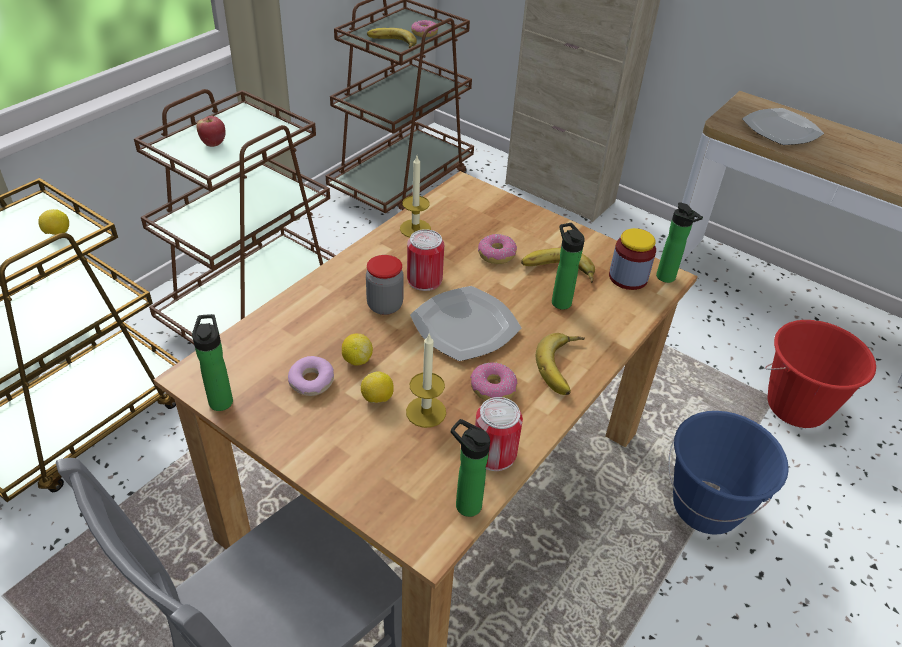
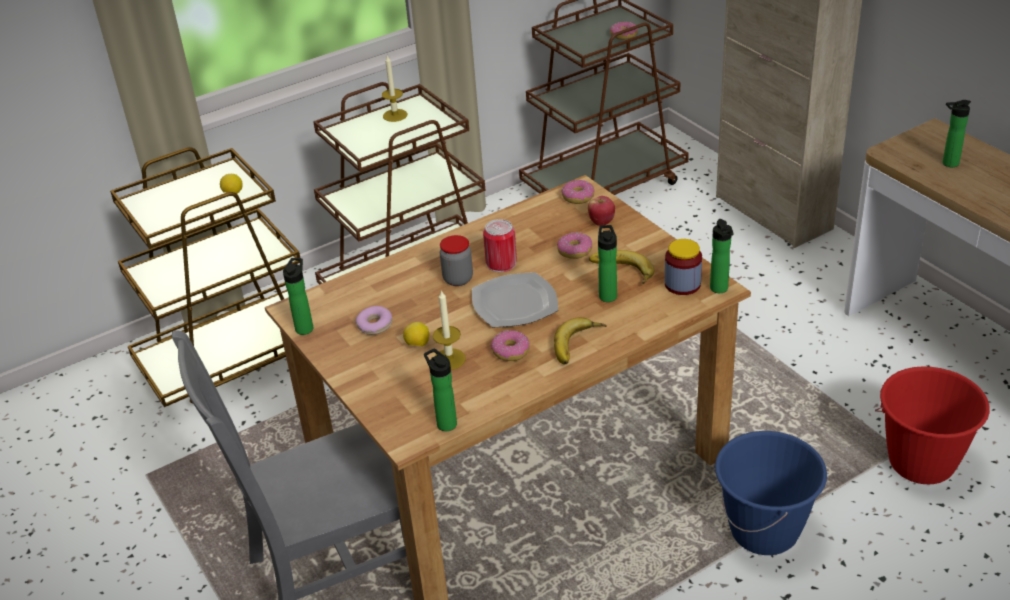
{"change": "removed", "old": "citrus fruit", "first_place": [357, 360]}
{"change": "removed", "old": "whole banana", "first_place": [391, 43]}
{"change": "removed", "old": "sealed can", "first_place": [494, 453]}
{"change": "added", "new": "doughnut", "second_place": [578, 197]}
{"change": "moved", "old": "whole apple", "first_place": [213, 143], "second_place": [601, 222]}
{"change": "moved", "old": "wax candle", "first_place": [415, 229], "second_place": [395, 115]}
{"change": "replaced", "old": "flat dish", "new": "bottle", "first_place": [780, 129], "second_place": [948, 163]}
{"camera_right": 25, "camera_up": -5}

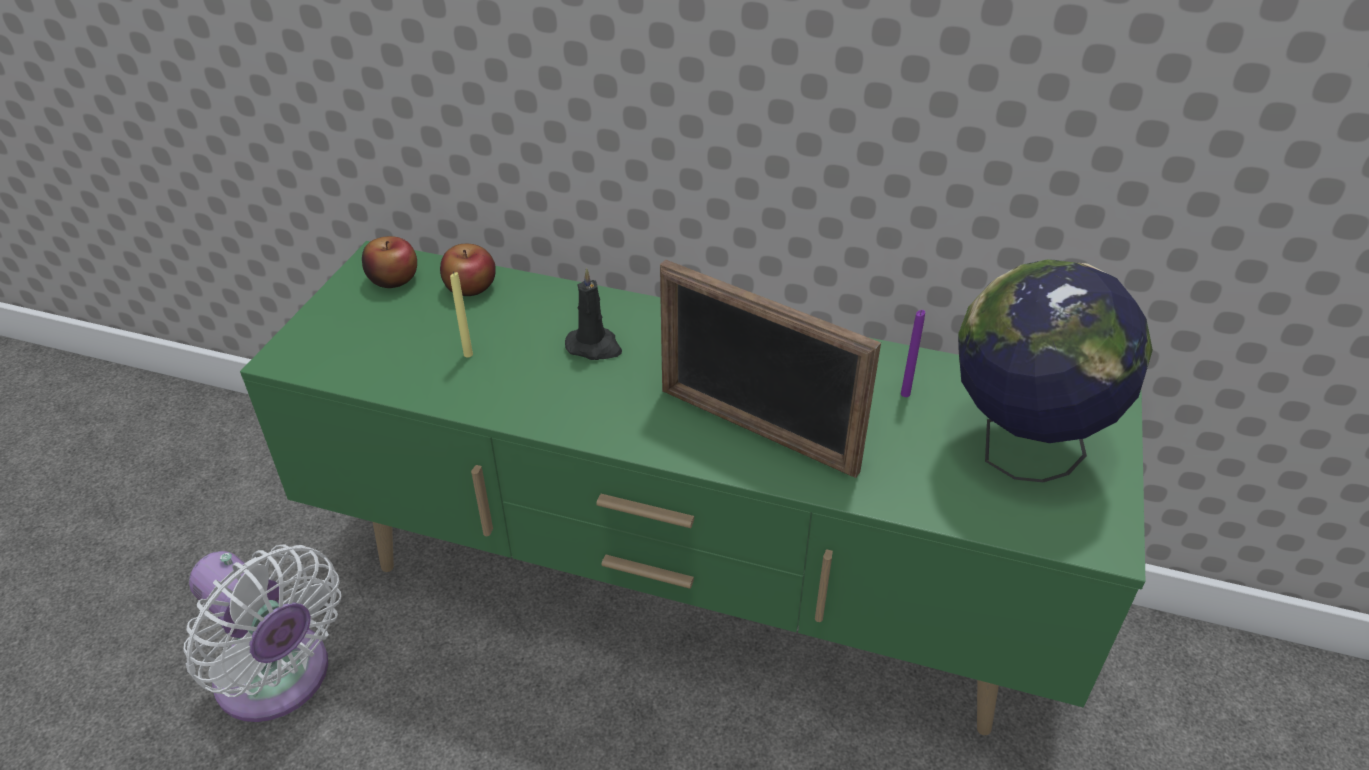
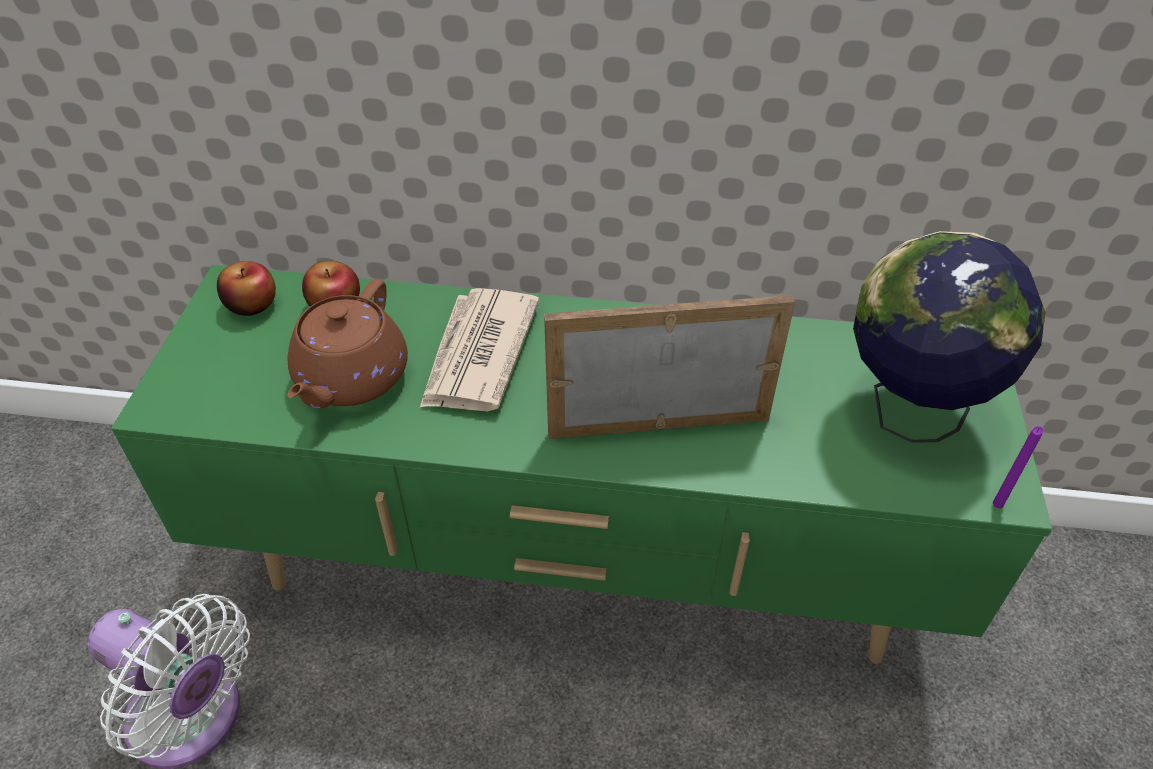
{"change": "moved", "old": "wax candle (purple)", "first_place": [905, 394], "second_place": [998, 504]}
{"change": "replaced", "old": "wax candle (yellowish)", "new": "teapot (brown-coloured)", "first_place": [468, 354], "second_place": [350, 379]}
{"change": "replaced", "old": "wax candle (black-coloured)", "new": "printed paper", "first_place": [594, 347], "second_place": [478, 354]}
{"change": "turned", "old": "standing frame", "first_place": [756, 430], "second_place": [658, 424], "degrees": 150}
{"camera_right": -10, "camera_up": 5}

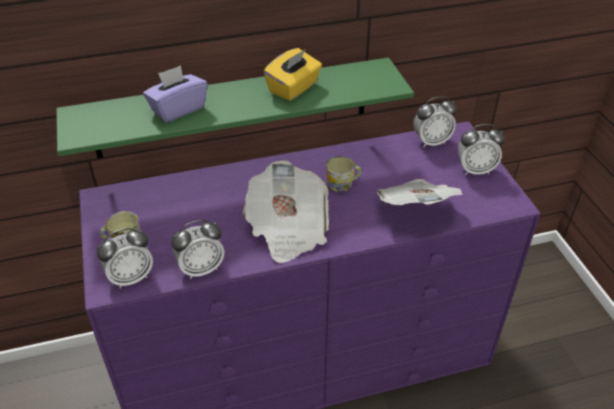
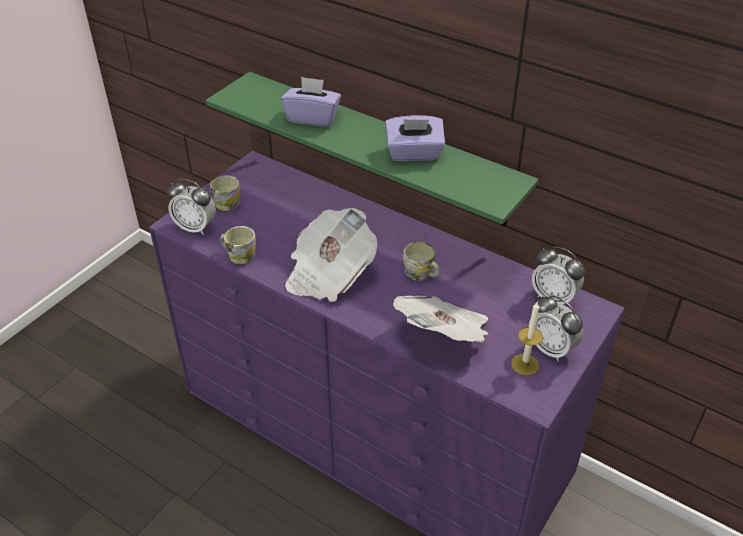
{"change": "added", "new": "wax candle", "second_place": [525, 364]}
{"change": "replaced", "old": "bedside clock", "new": "tea mug", "first_place": [201, 269], "second_place": [238, 254]}
{"change": "recoloured", "old": "tissue box (yellowish)", "new": "tissue box (purple)", "first_place": [293, 88], "second_place": [414, 154]}
{"camera_right": 50, "camera_up": 0}

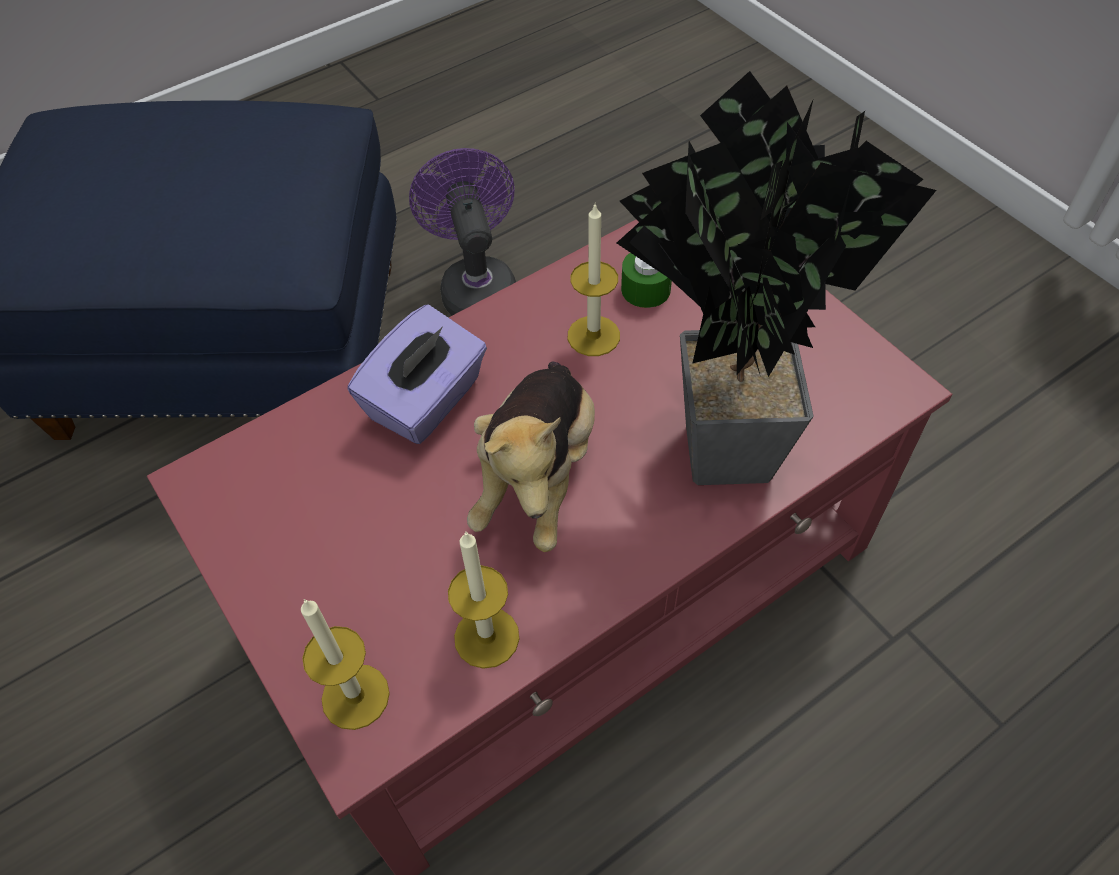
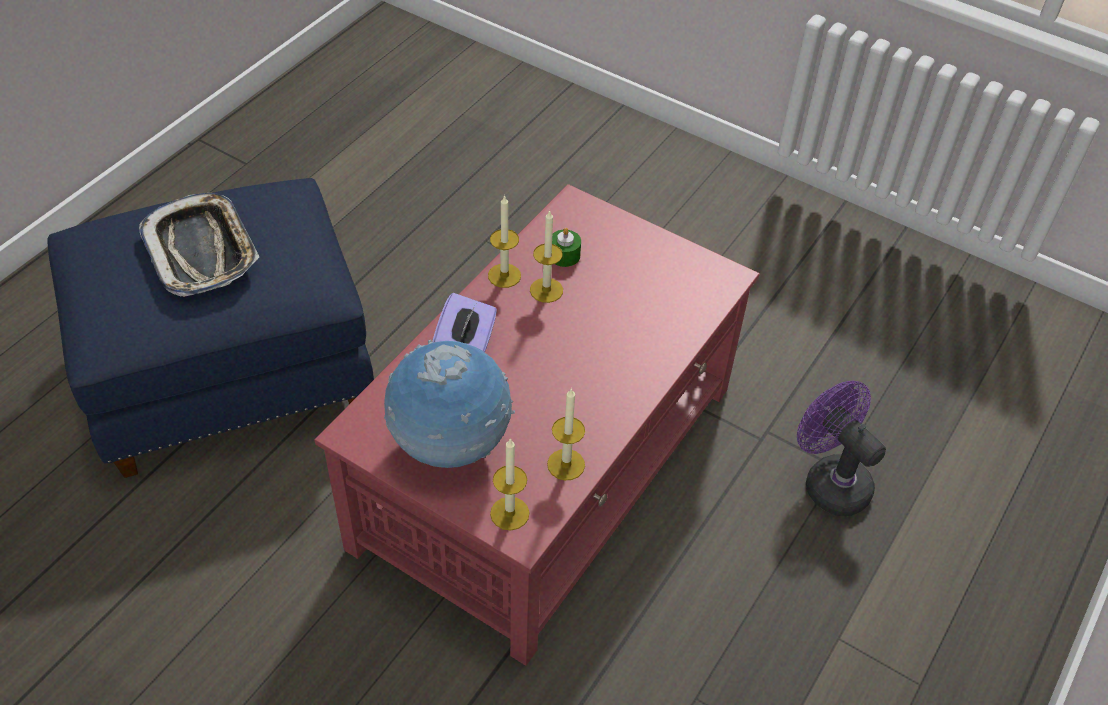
{"change": "removed", "old": "soft toy", "first_place": [537, 476]}
{"change": "removed", "old": "plant in a pot", "first_place": [710, 445]}
{"change": "added", "new": "tray", "second_place": [202, 250]}
{"change": "added", "new": "globe", "second_place": [450, 446]}
{"change": "added", "new": "wax candle", "second_place": [504, 275]}
{"change": "moved", "old": "fan (purple)", "first_place": [476, 285], "second_place": [829, 481]}
{"camera_right": -25, "camera_up": -5}

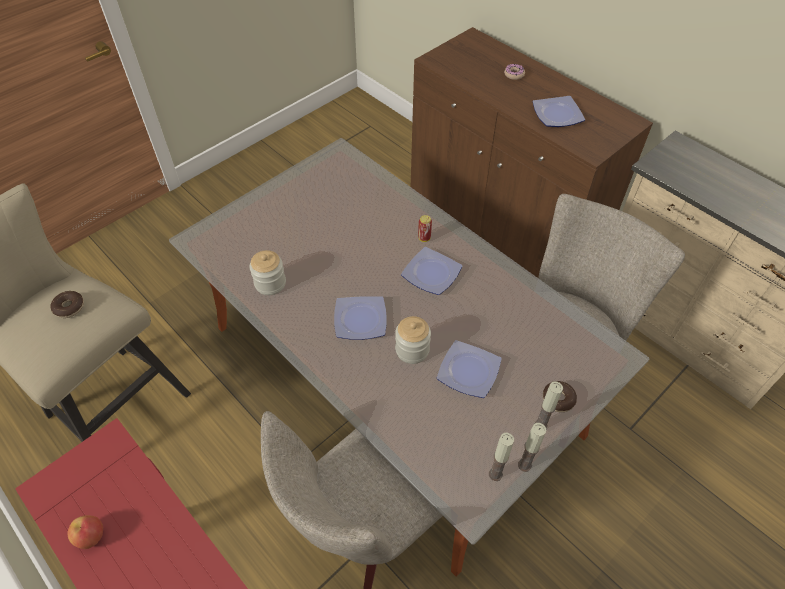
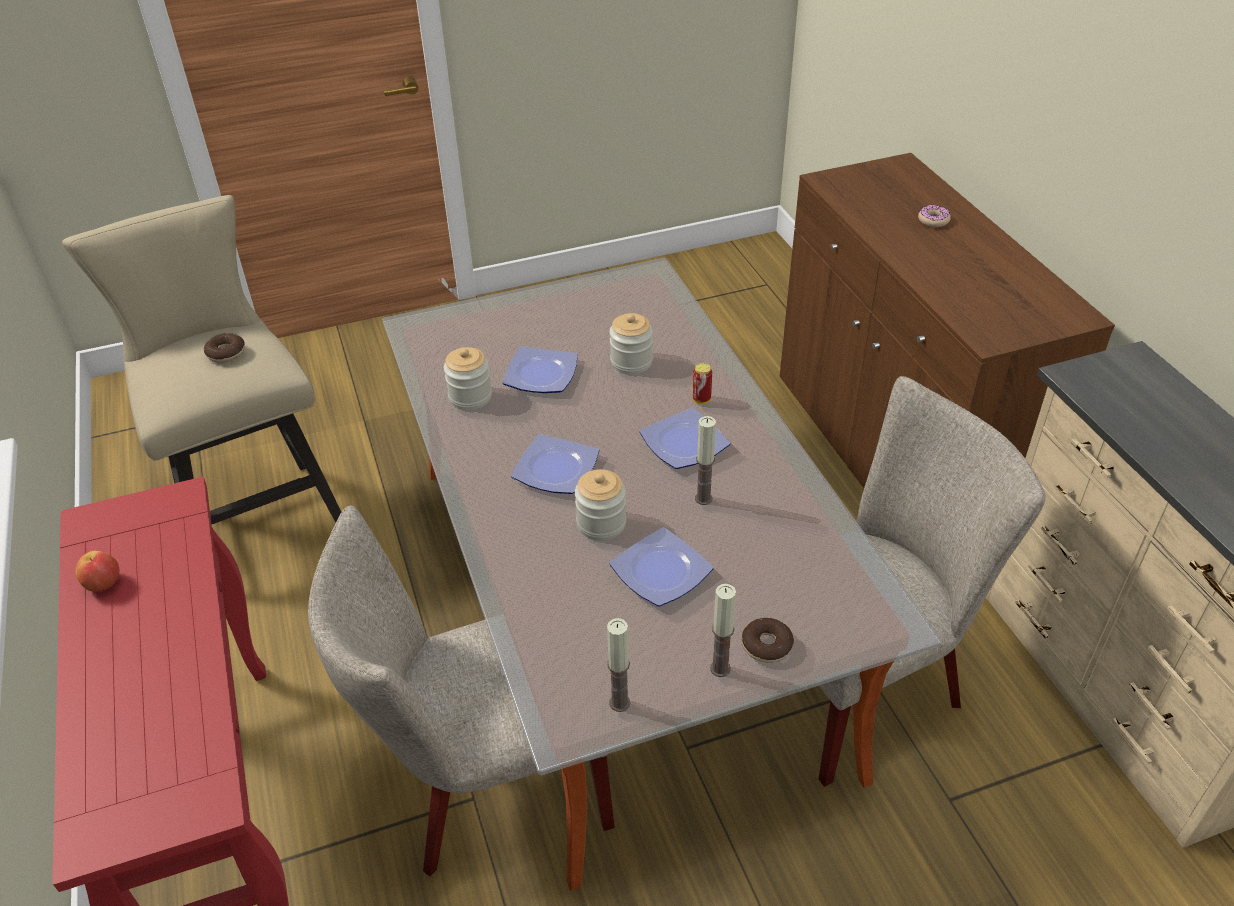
{"change": "added", "new": "jar", "second_place": [631, 362]}
{"change": "moved", "old": "wax candle", "first_place": [524, 465], "second_place": [703, 498]}
{"change": "moved", "old": "flat dish", "first_place": [557, 114], "second_place": [542, 374]}
{"camera_right": 25, "camera_up": -10}

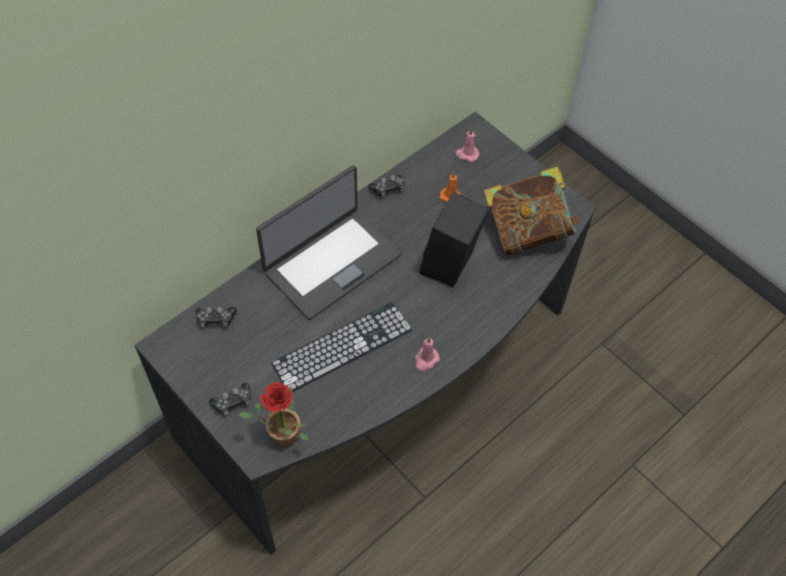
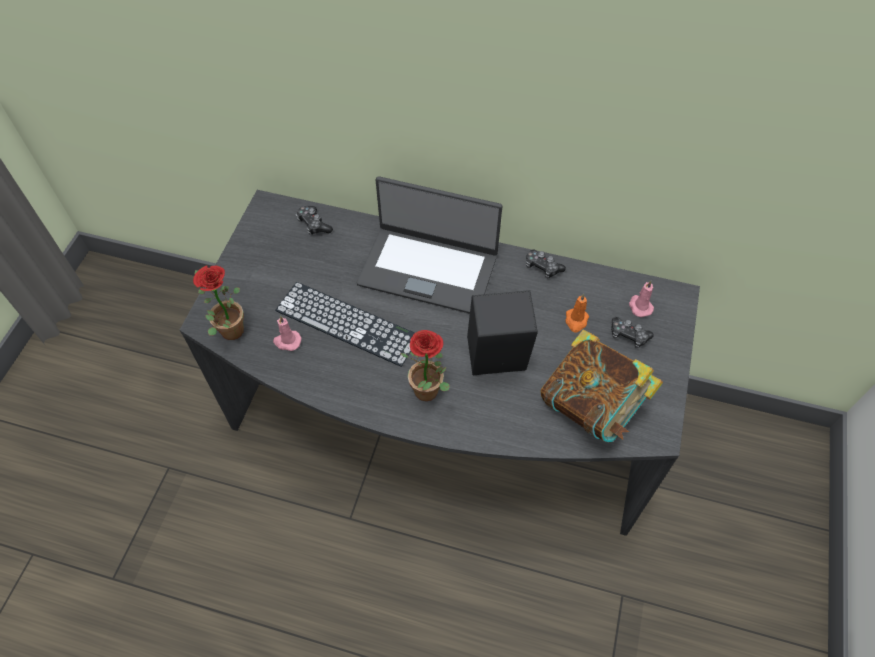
{"change": "added", "new": "plant in a pot", "second_place": [430, 394]}
{"change": "moved", "old": "gamepad", "first_place": [233, 402], "second_place": [628, 336]}
{"change": "moved", "old": "wax candle (pinkish)", "first_place": [426, 360], "second_place": [287, 341]}
{"camera_right": 60, "camera_up": 0}

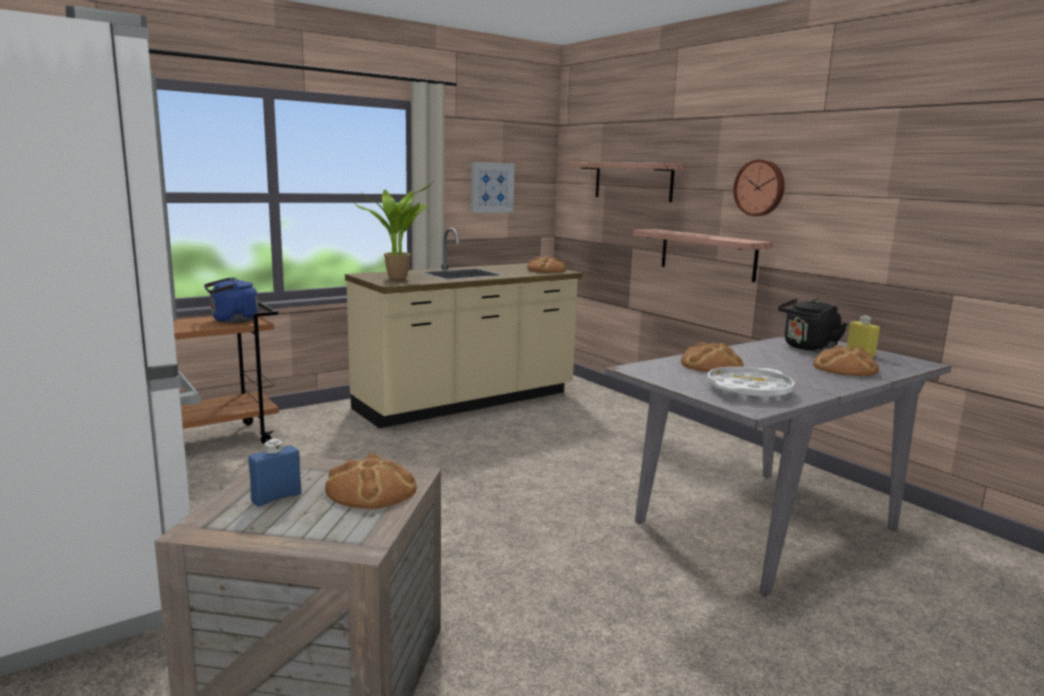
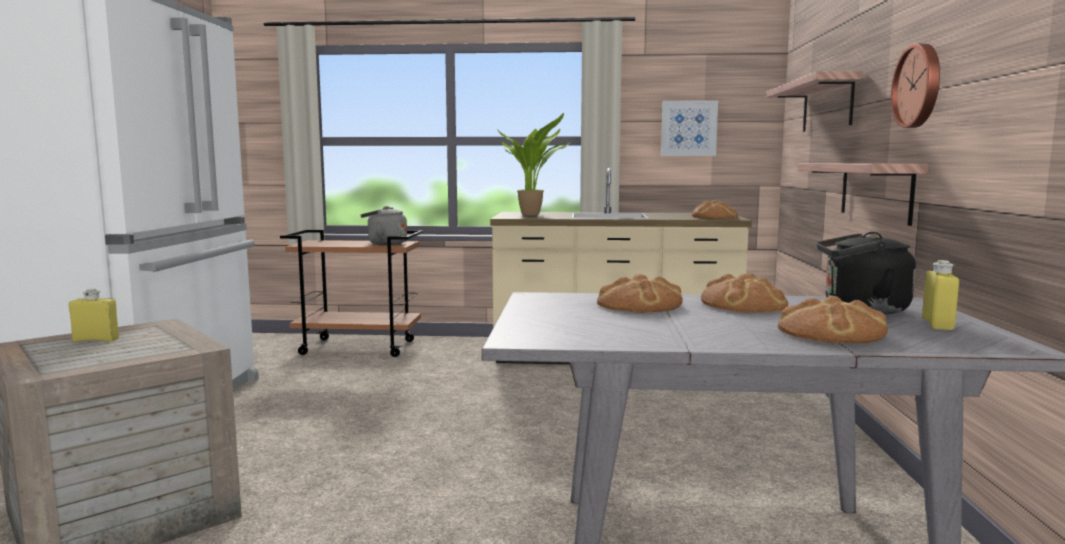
{"change": "removed", "old": "tray (white-coloured)", "first_place": [748, 390]}
{"change": "moved", "old": "baked bread", "first_place": [372, 489], "second_place": [744, 304]}
{"change": "recoloured", "old": "tea kettle (blue)", "new": "tea kettle (gray)", "first_place": [232, 320], "second_place": [384, 243]}
{"change": "recoloured", "old": "bottle (blue)", "new": "bottle (yellowish)", "first_place": [276, 497], "second_place": [96, 340]}
{"camera_right": 40, "camera_up": -5}

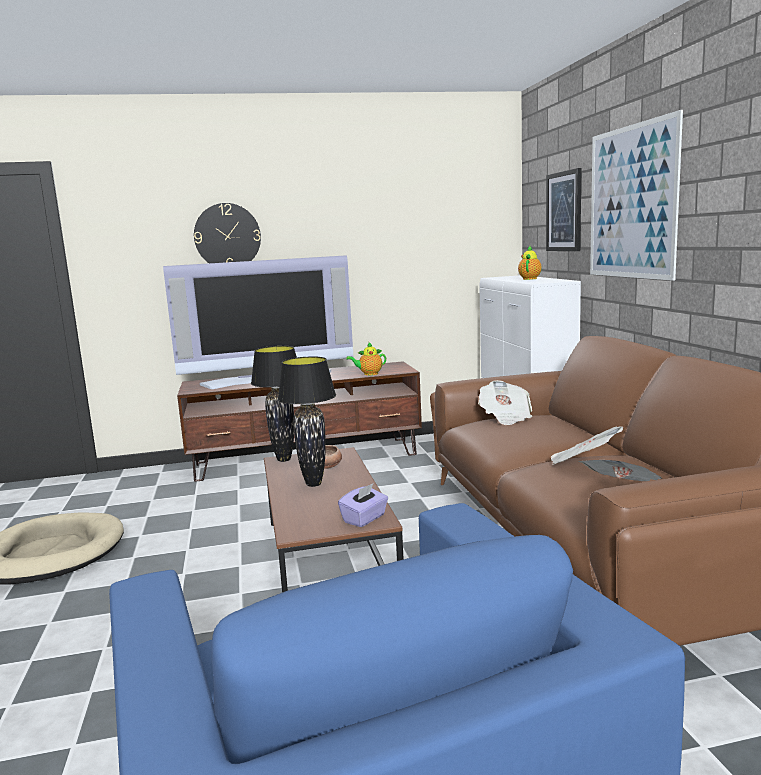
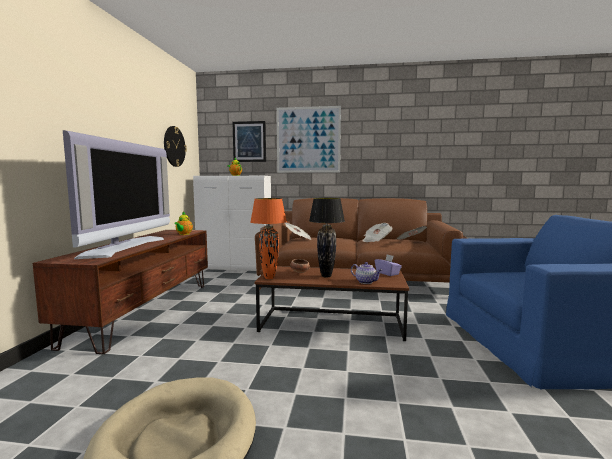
{"change": "added", "new": "teapot", "second_place": [366, 282]}
{"change": "moved", "old": "clock on the wall", "first_place": [227, 236], "second_place": [174, 146]}
{"change": "recoloured", "old": "tabletop lamp (black-coloured)", "new": "tabletop lamp (orange-coloured)", "first_place": [283, 459], "second_place": [269, 278]}
{"camera_right": -70, "camera_up": -5}

